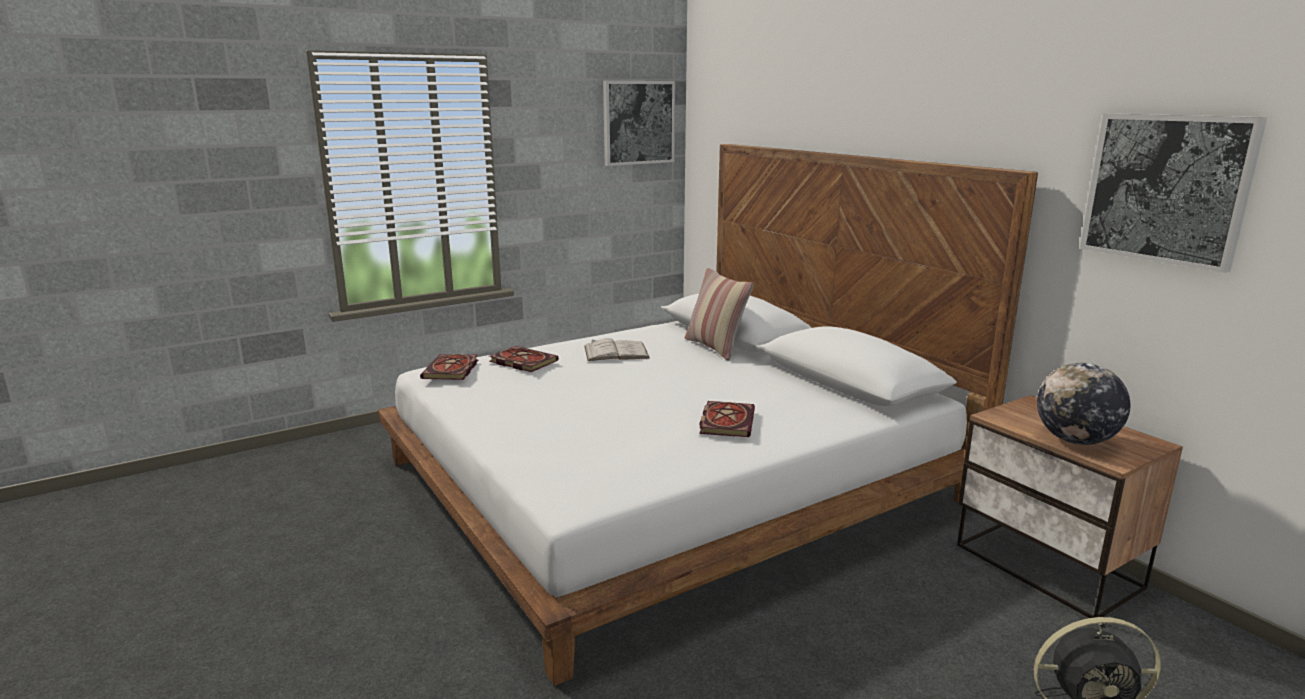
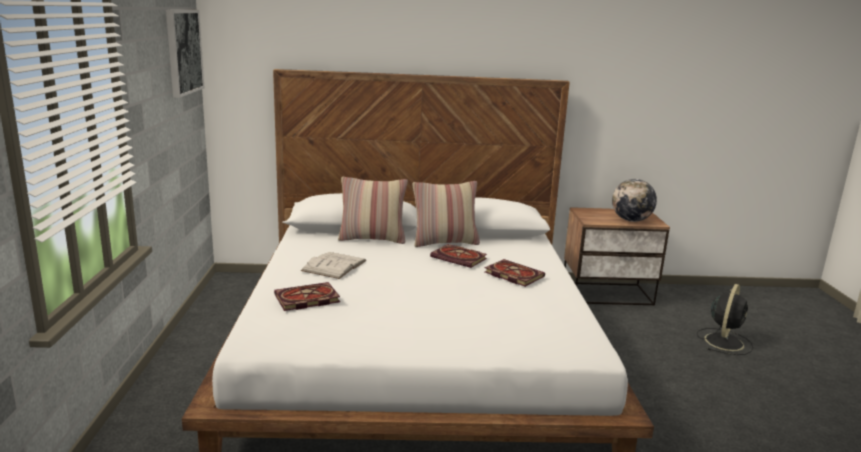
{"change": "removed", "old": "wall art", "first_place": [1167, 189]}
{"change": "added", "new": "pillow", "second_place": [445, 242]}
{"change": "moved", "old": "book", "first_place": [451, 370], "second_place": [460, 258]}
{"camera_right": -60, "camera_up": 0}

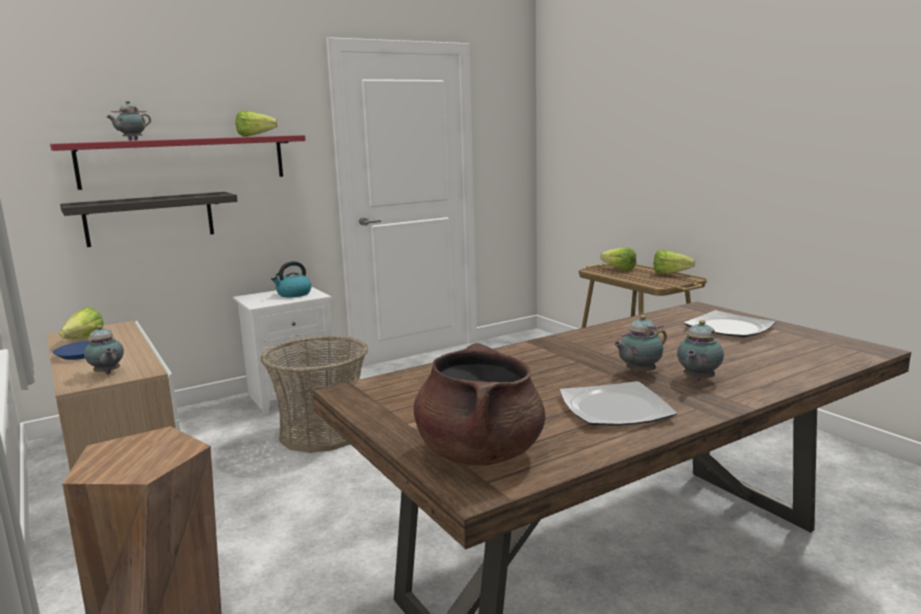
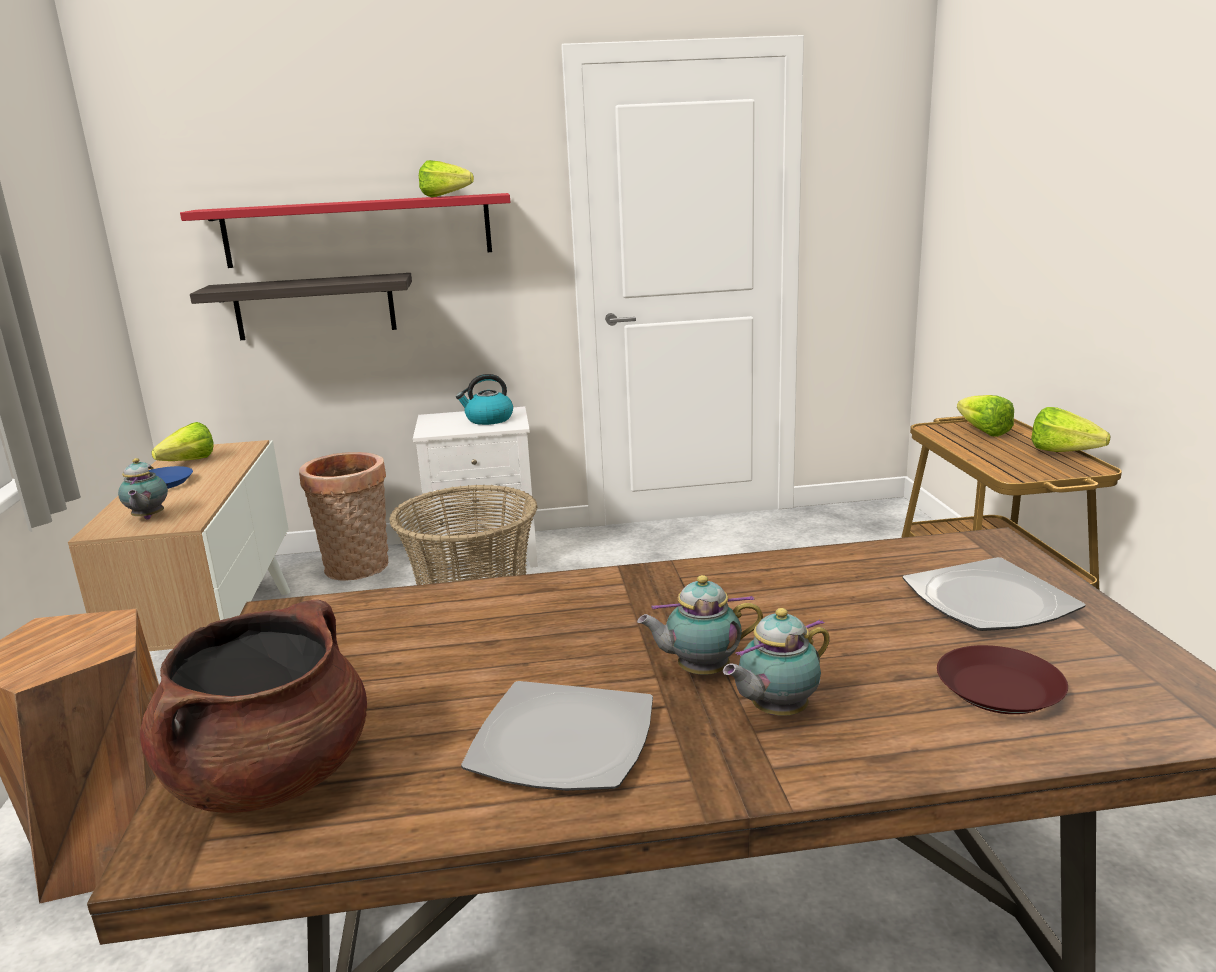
{"change": "removed", "old": "teapot", "first_place": [131, 140]}
{"change": "added", "new": "household basket", "second_place": [357, 570]}
{"change": "added", "new": "flat dish (brown-coloured)", "second_place": [998, 690]}
{"camera_right": 25, "camera_up": 5}

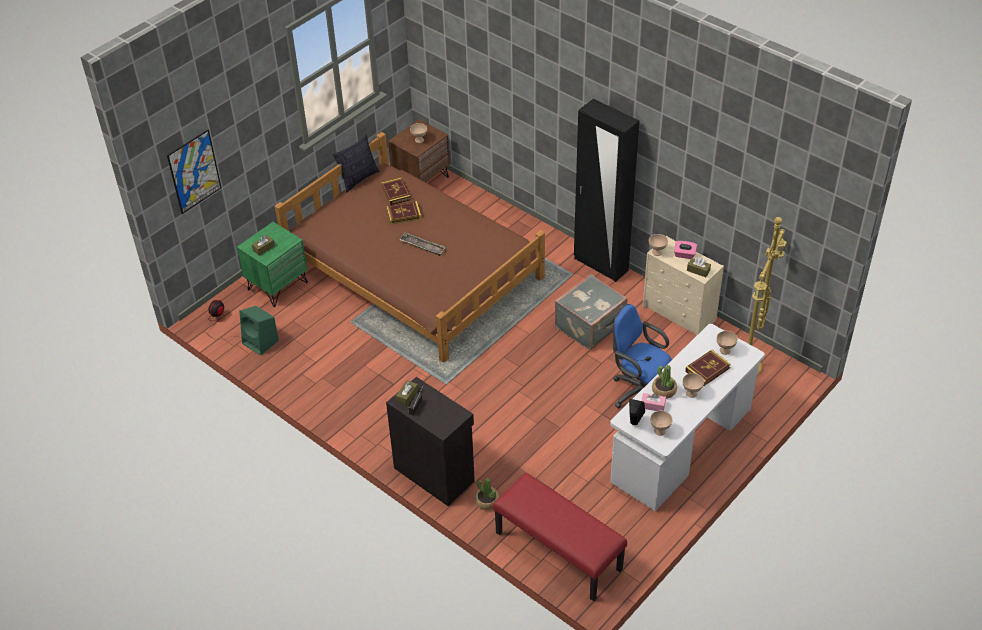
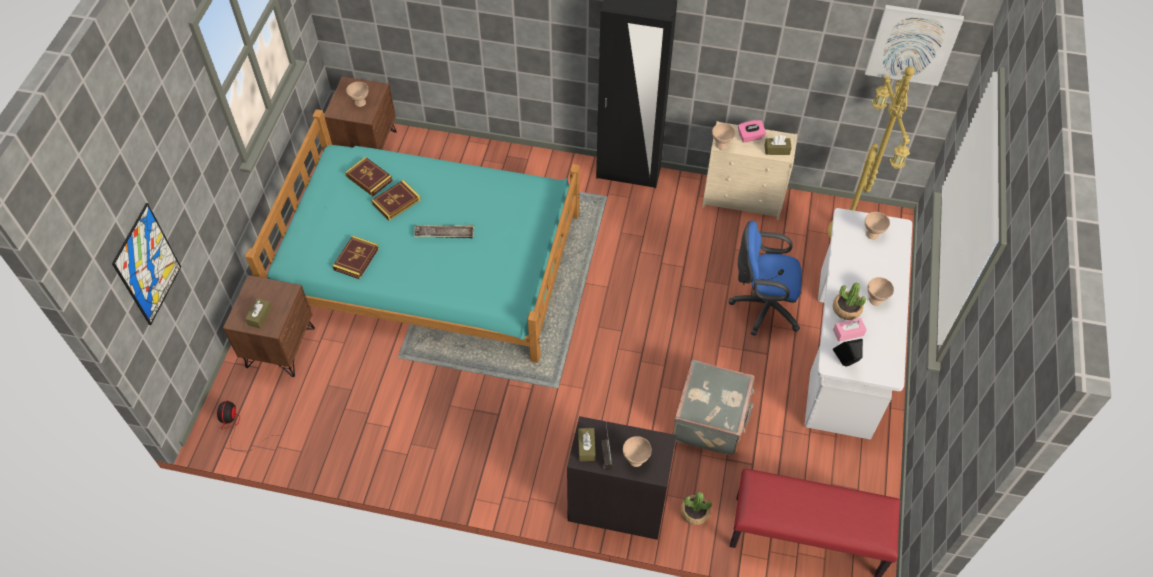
{"change": "removed", "old": "loudspeaker (greenish)", "first_place": [261, 342]}
{"change": "removed", "old": "pillow", "first_place": [359, 179]}
{"change": "added", "new": "wall art", "second_place": [912, 44]}
{"change": "moved", "old": "piece of luggage (gray)", "first_place": [591, 326], "second_place": [711, 420]}
{"change": "moved", "old": "deep dish (sand-coloured)", "first_place": [660, 431], "second_place": [636, 459]}
{"change": "moved", "old": "book", "first_place": [707, 369], "second_place": [356, 259]}
{"change": "recoloured", "old": "night table (greenish)", "new": "night table (brown-coloured)", "first_place": [277, 286], "second_place": [280, 347]}
{"change": "recoloured", "old": "bed (brown-coloured)", "new": "bed (turquoise)", "first_place": [414, 269], "second_place": [430, 260]}
{"camera_right": -30, "camera_up": 10}

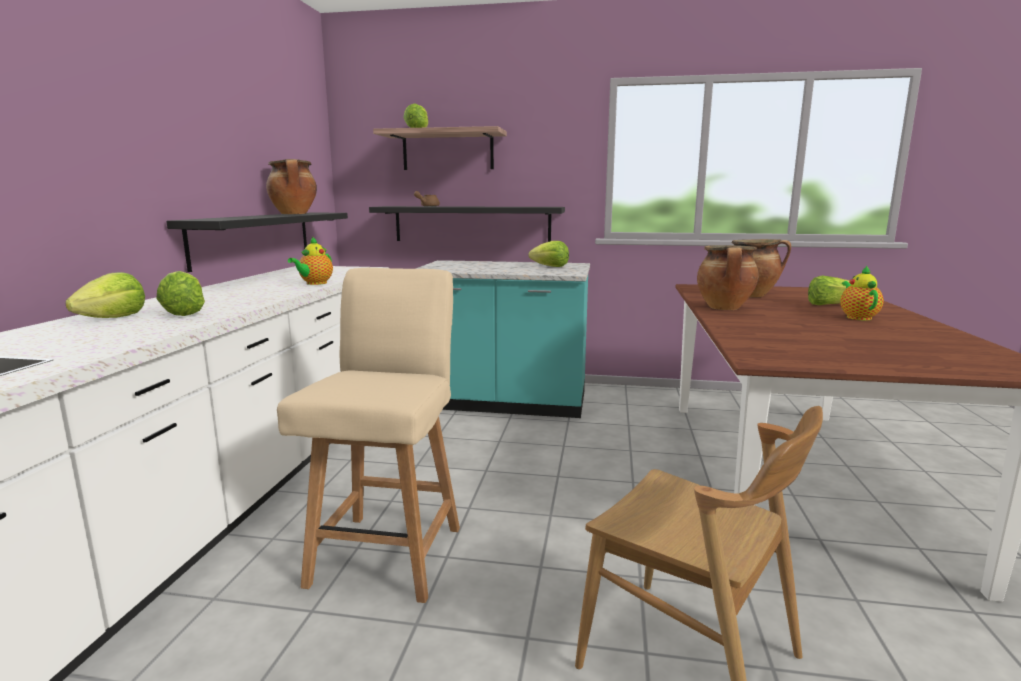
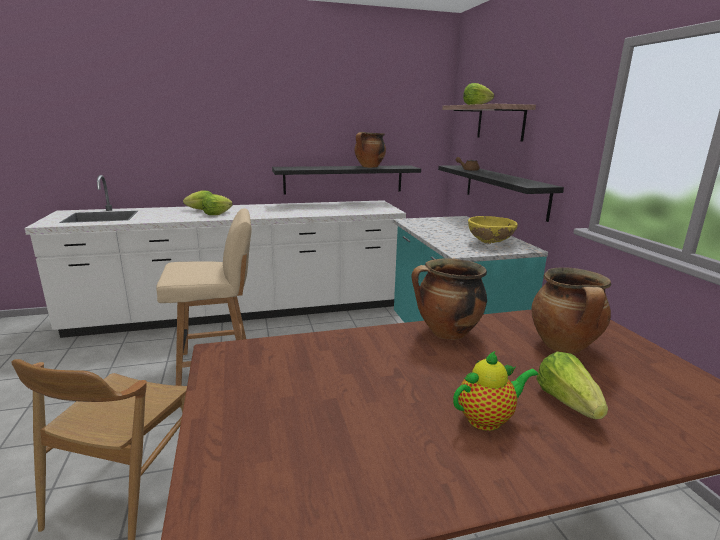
{"change": "removed", "old": "teapot", "first_place": [314, 283]}
{"change": "replaced", "old": "lettuce", "new": "deep dish (yellowish)", "first_place": [550, 266], "second_place": [490, 243]}
{"camera_right": 65, "camera_up": 5}

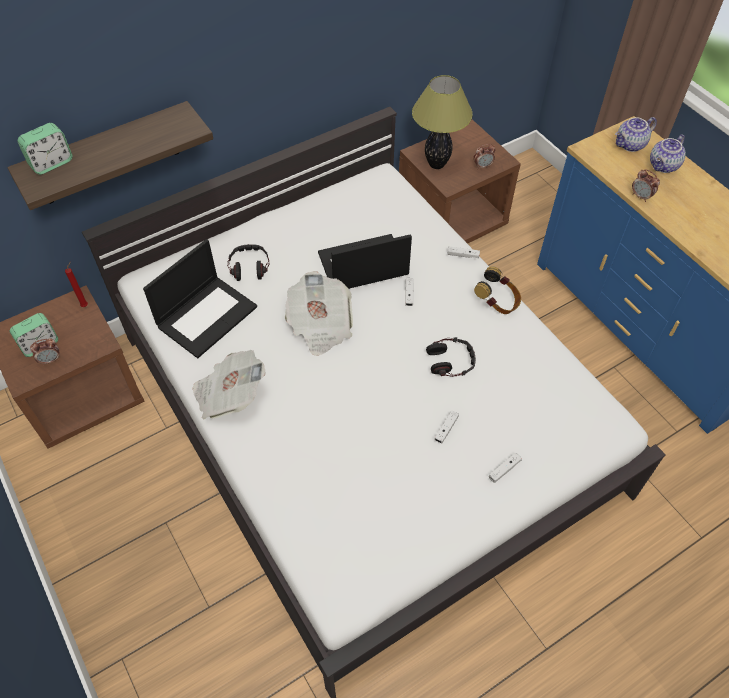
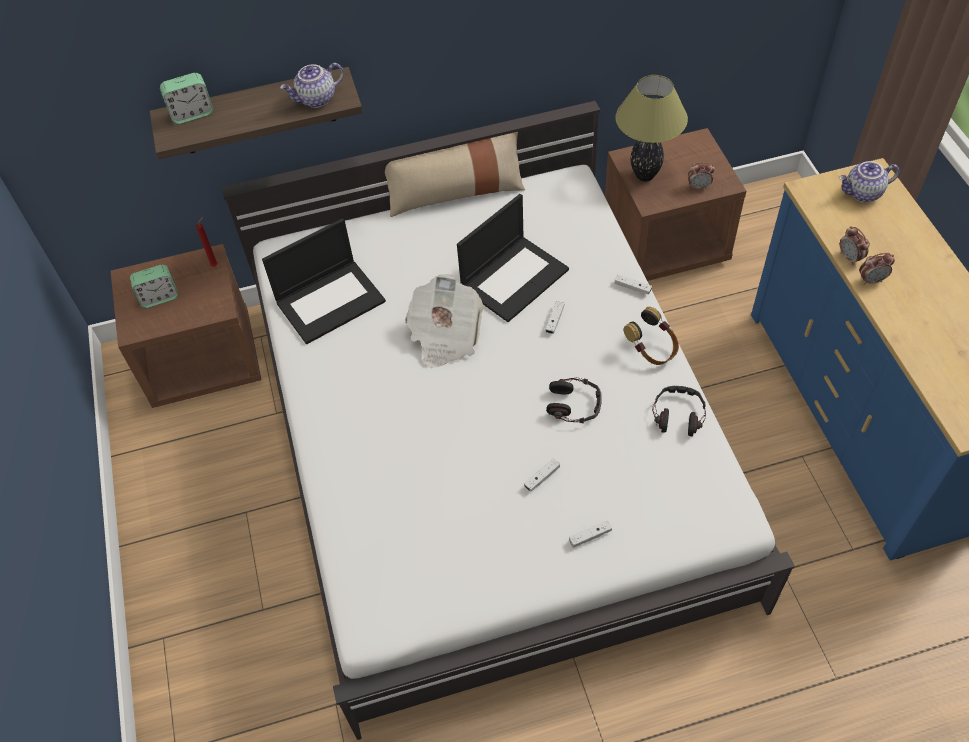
{"change": "removed", "old": "printed paper", "first_place": [229, 395]}
{"change": "added", "new": "pillow (sand-coloured)", "second_place": [455, 192]}
{"change": "moved", "old": "bedside clock", "first_place": [50, 360], "second_place": [871, 280]}
{"change": "moved", "old": "headset", "first_place": [249, 266], "second_place": [678, 414]}
{"change": "moved", "old": "teapot", "first_place": [664, 166], "second_place": [316, 99]}
{"change": "turned", "old": "portable computer", "first_place": [362, 265], "second_place": [514, 277], "degrees": 135}
{"camera_right": 20, "camera_up": 0}

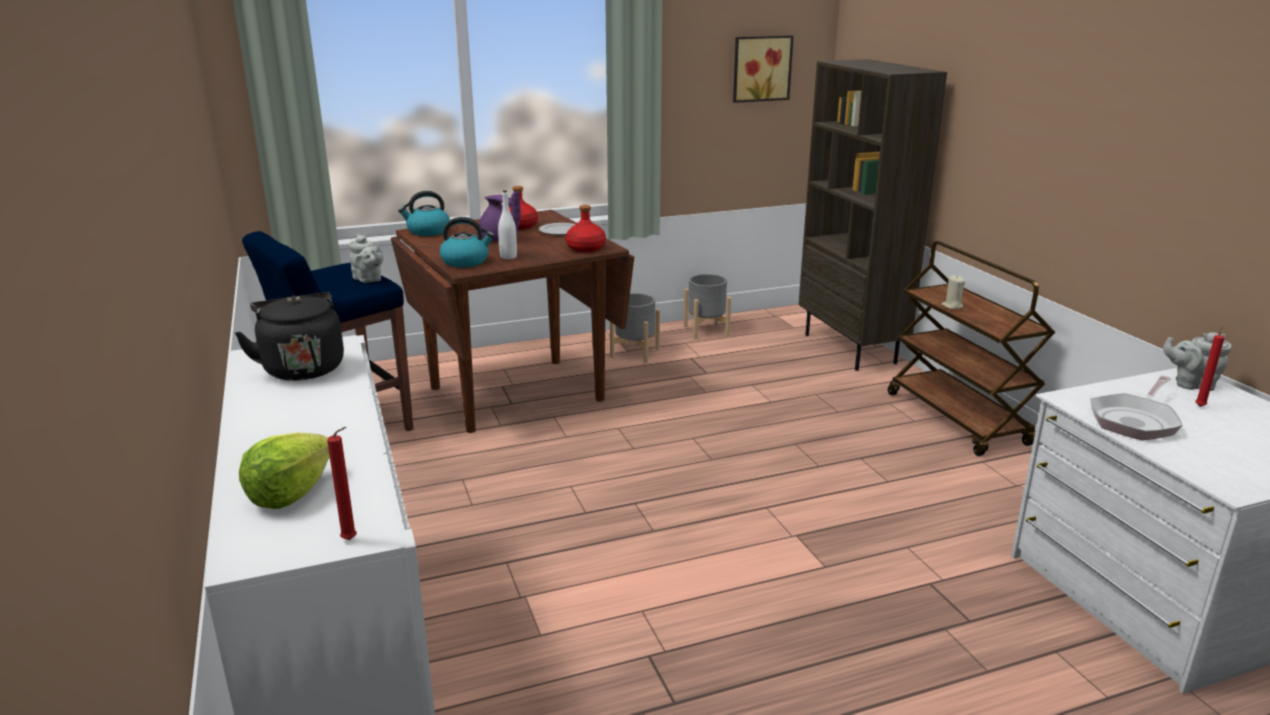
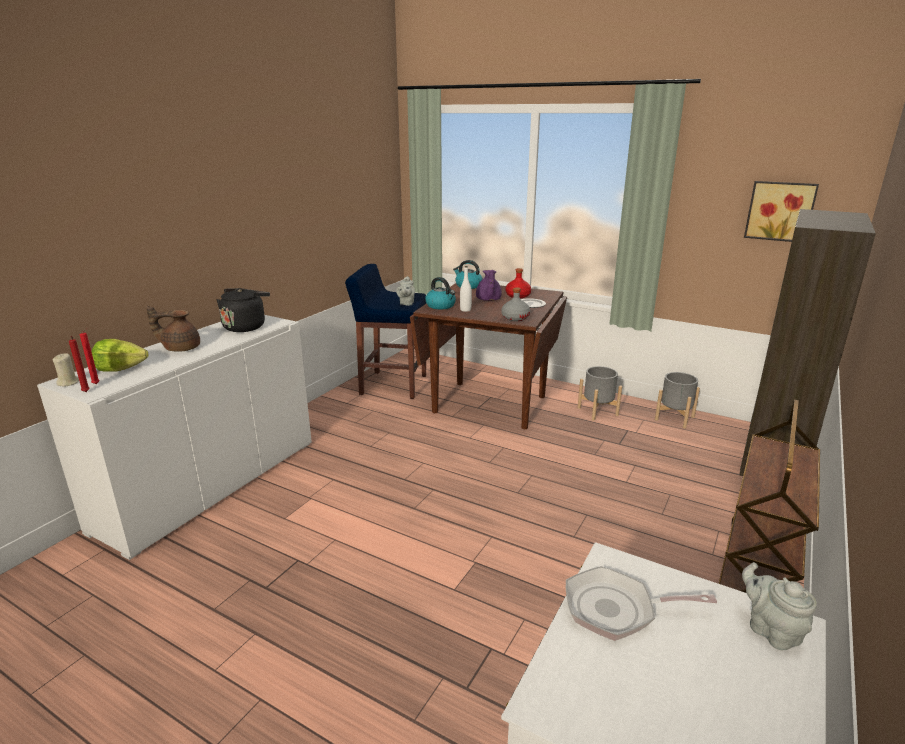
{"change": "added", "new": "teapot (brown-coloured)", "second_place": [180, 348]}
{"change": "moved", "old": "wax candle (sand-coloured)", "first_place": [952, 306], "second_place": [68, 383]}
{"change": "moved", "old": "wax candle (red-coloured)", "first_place": [1200, 406], "second_place": [97, 384]}
{"change": "recoloured", "old": "bottle (red-coloured)", "new": "bottle (gray)", "first_place": [585, 248], "second_place": [515, 318]}
{"camera_right": 50, "camera_up": 0}

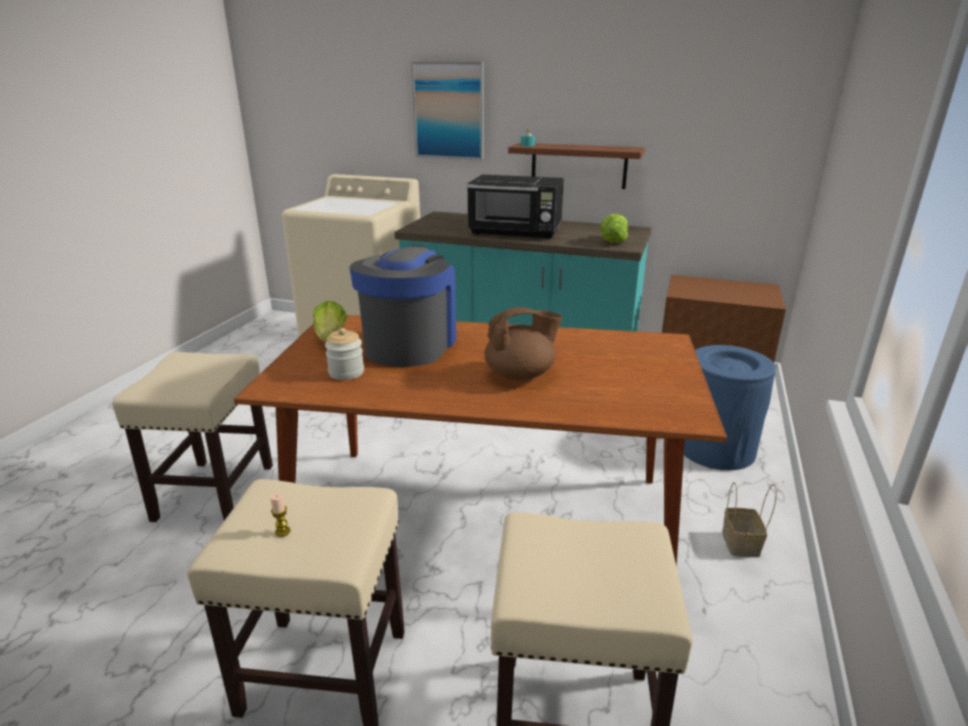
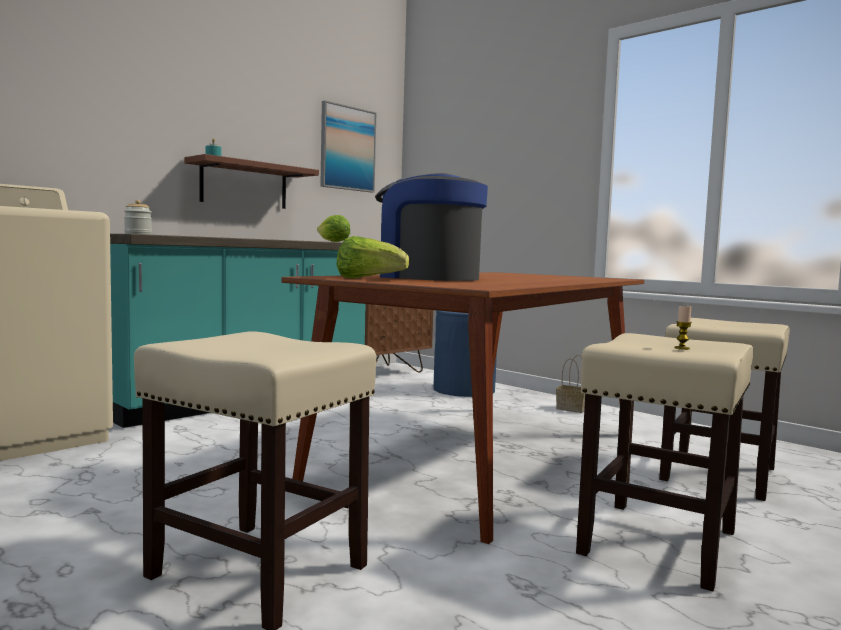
{"change": "removed", "old": "microwave oven (black-coloured)", "first_place": [516, 233]}
{"change": "removed", "old": "teapot (brown-coloured)", "first_place": [521, 374]}
{"change": "moved", "old": "jar", "first_place": [346, 372], "second_place": [138, 234]}
{"change": "moved", "old": "wall art", "first_place": [449, 111], "second_place": [347, 148]}
{"camera_right": -65, "camera_up": -20}

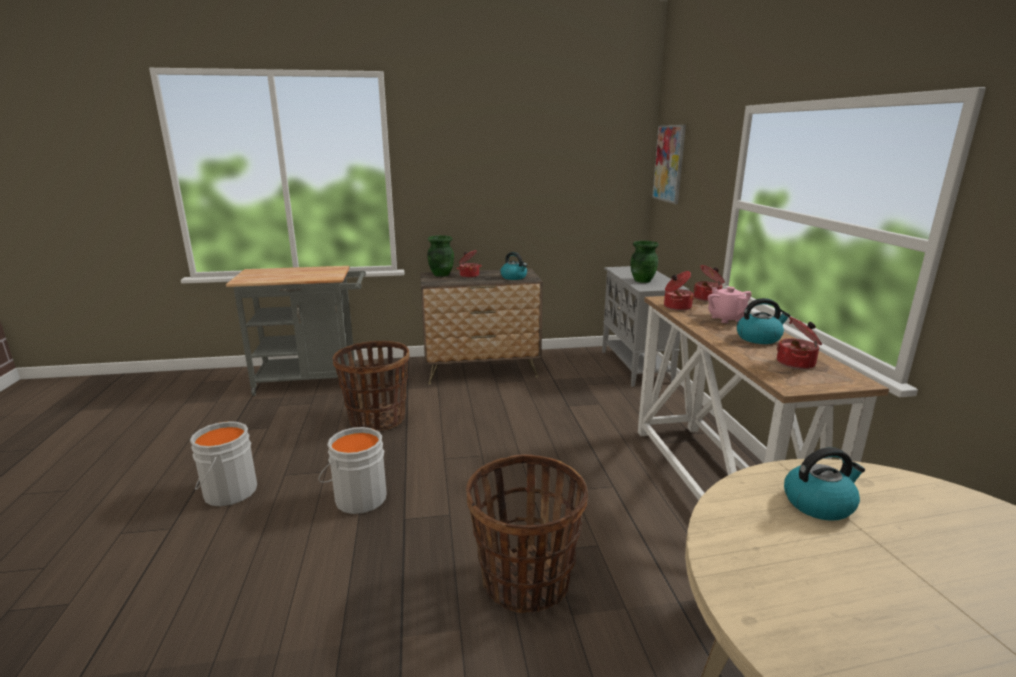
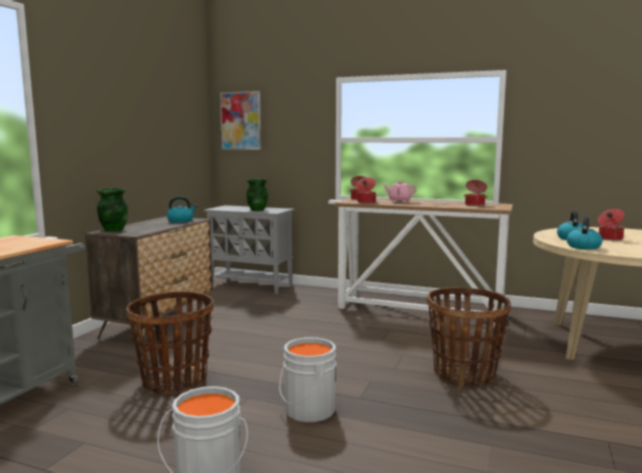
{"change": "moved", "old": "cooking pot", "first_place": [469, 275], "second_place": [609, 238]}
{"change": "moved", "old": "tea kettle", "first_place": [759, 338], "second_place": [583, 246]}
{"camera_right": -60, "camera_up": -10}

